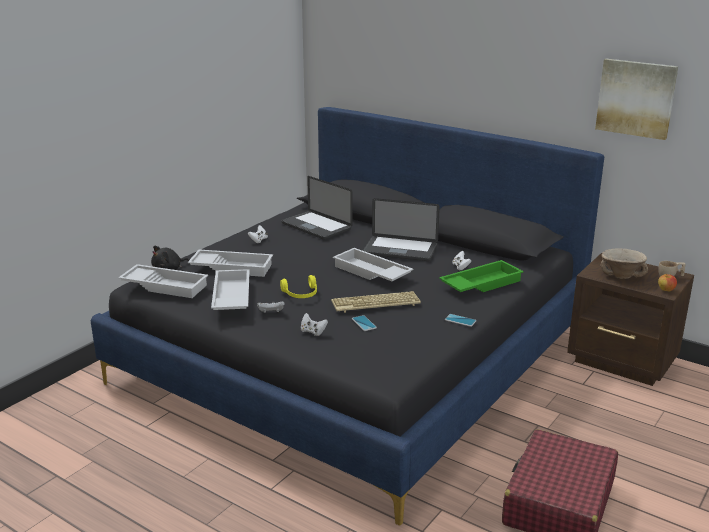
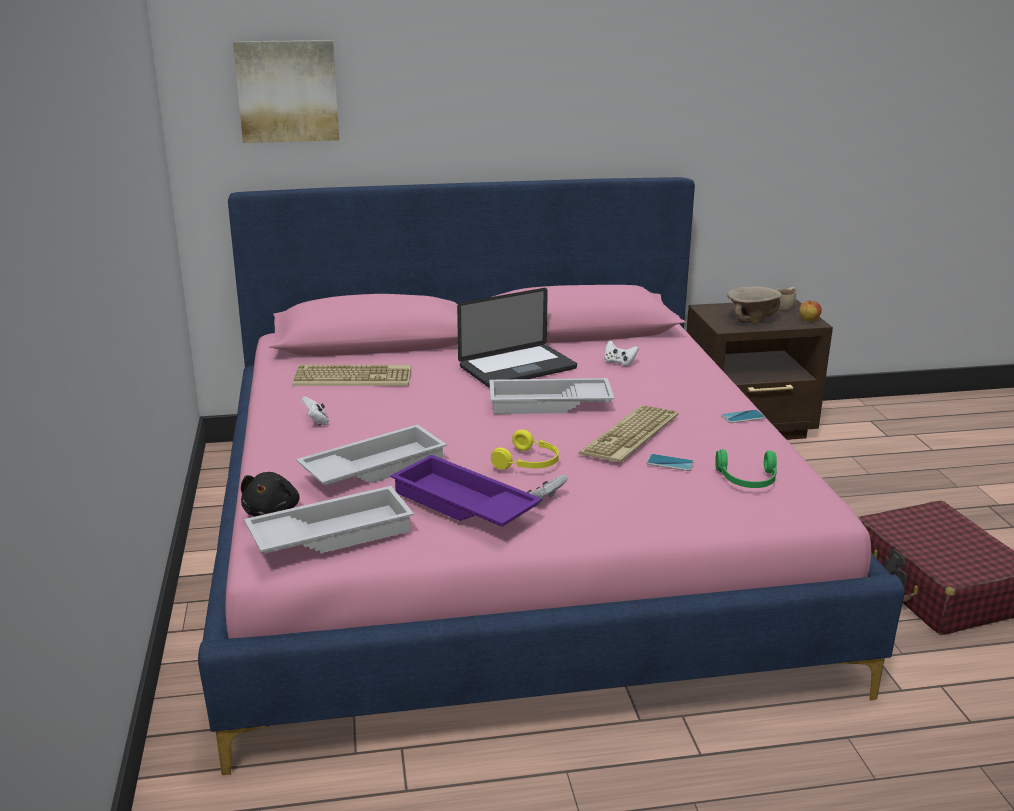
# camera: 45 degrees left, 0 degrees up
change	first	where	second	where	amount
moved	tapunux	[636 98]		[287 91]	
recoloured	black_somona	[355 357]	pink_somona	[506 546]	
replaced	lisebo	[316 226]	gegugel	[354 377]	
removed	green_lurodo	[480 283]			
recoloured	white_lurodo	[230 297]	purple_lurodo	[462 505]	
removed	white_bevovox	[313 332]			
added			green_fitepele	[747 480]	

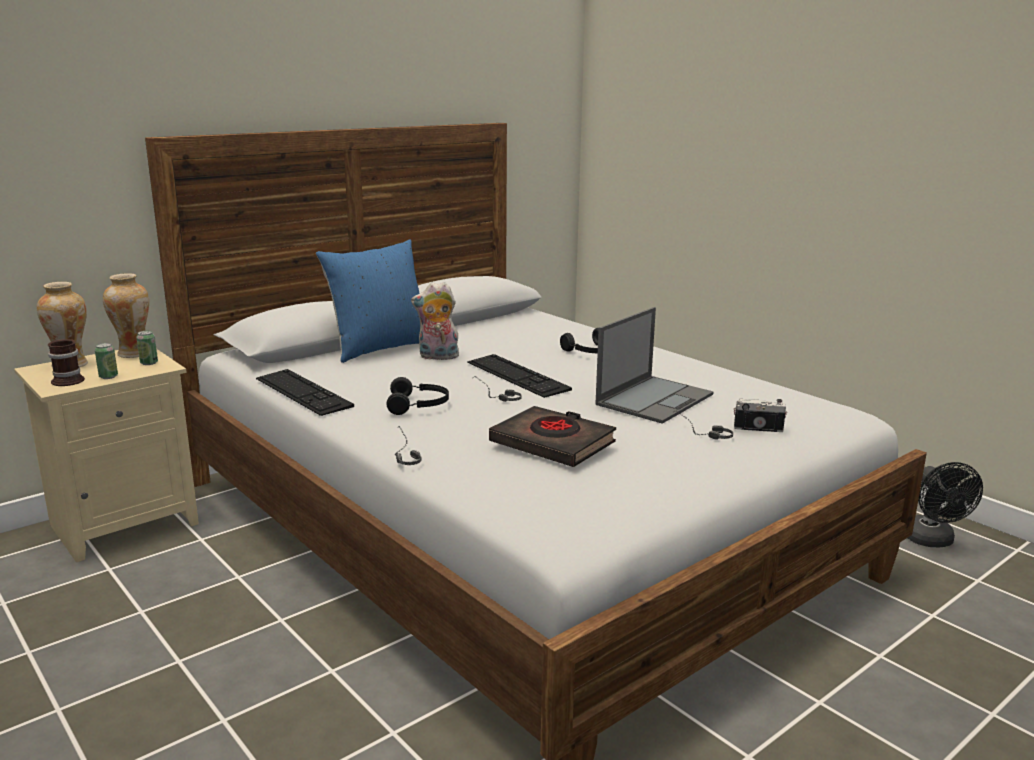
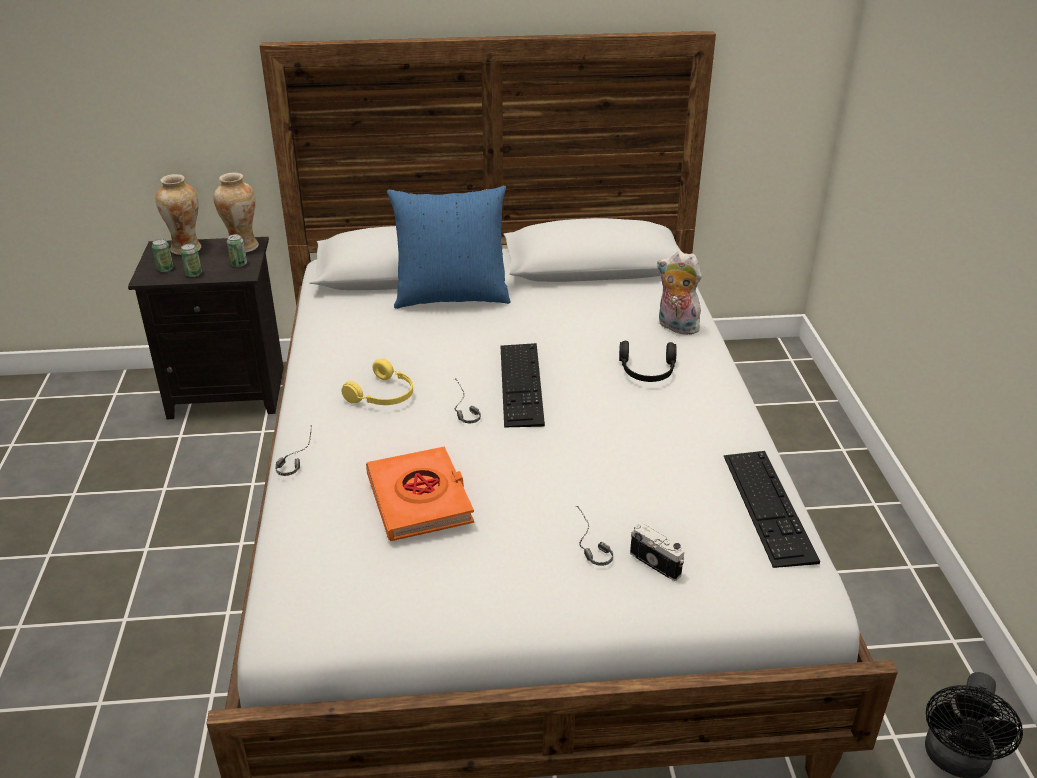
# camera: 35 degrees right, 15 degrees up
change	first	where	second	where	amount
moved	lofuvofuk	[437 357]		[675 327]	
removed	lisebo	[655 399]			
replaced	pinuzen	[68 380]	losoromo	[165 269]	
recoloured	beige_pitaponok	[126 523]	black_pitaponok	[229 391]	
moved	gegugel	[303 392]		[768 506]	
recoloured	black_fitepele	[419 405]	yellow_fitepele	[384 395]	
recoloured	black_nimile	[553 443]	orange_nimile	[420 499]	

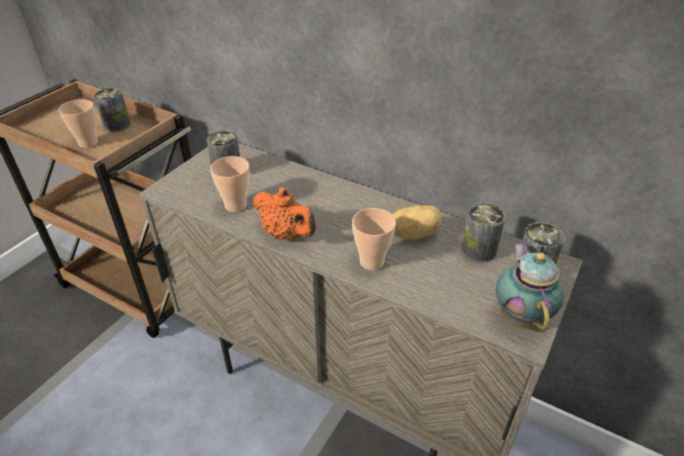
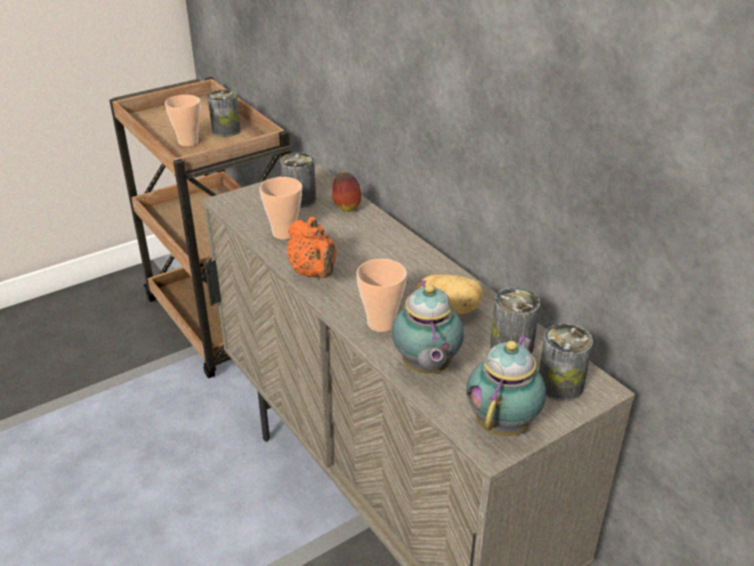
# camera: 25 degrees right, 5 degrees down
change	first	where	second	where	amount
added			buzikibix	[346 208]	
added			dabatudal	[425 368]	

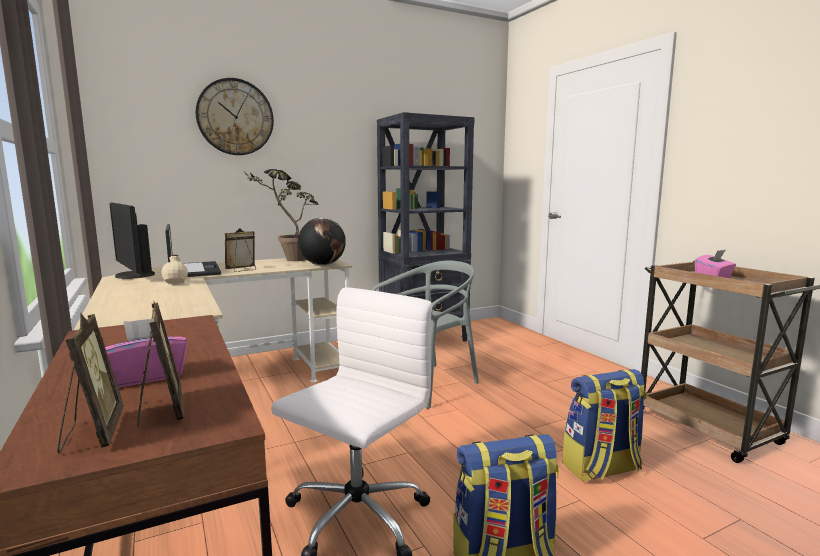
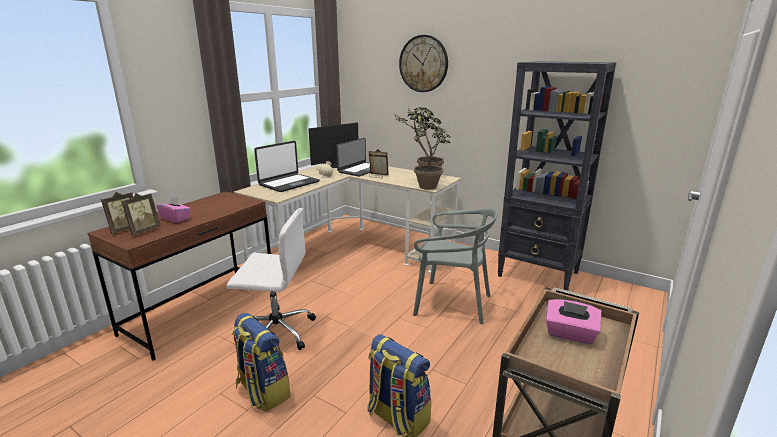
# camera: 60 degrees right, 10 degrees up
change	first	where	second	where	amount
turned	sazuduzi	[133 275]		[334 165]	150 degrees counterclockwise
replaced	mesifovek	[322 265]	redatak	[421 186]	
added			lisebo	[288 183]	

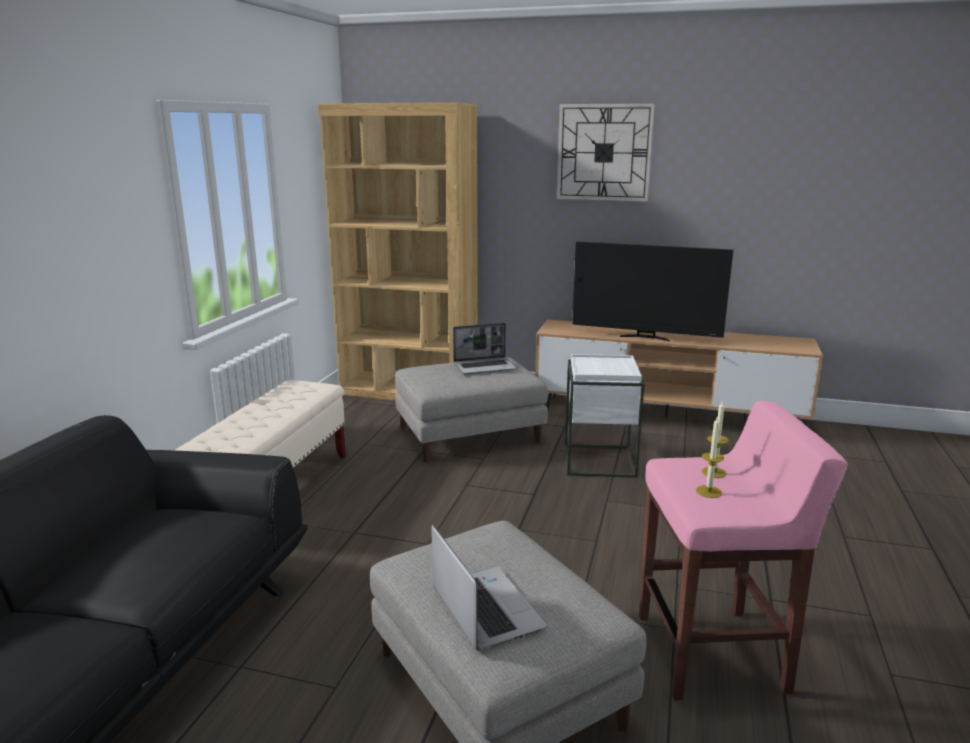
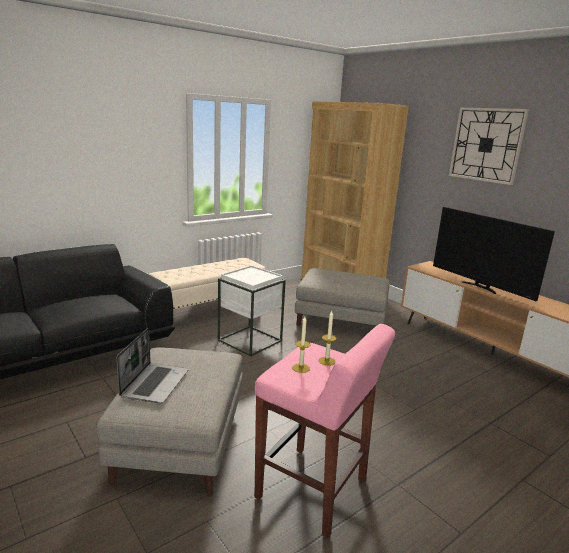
# camera: 35 degrees right, 0 degrees up
change	first	where	second	where	amount
removed	lisebo	[485 367]			
moved	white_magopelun	[599 461]		[250 340]	

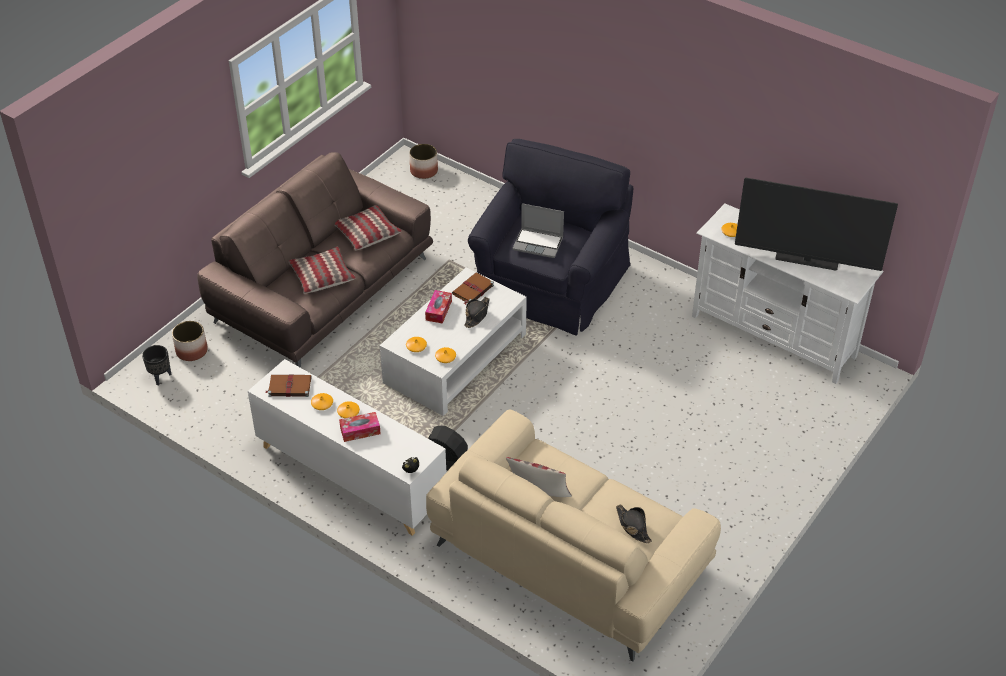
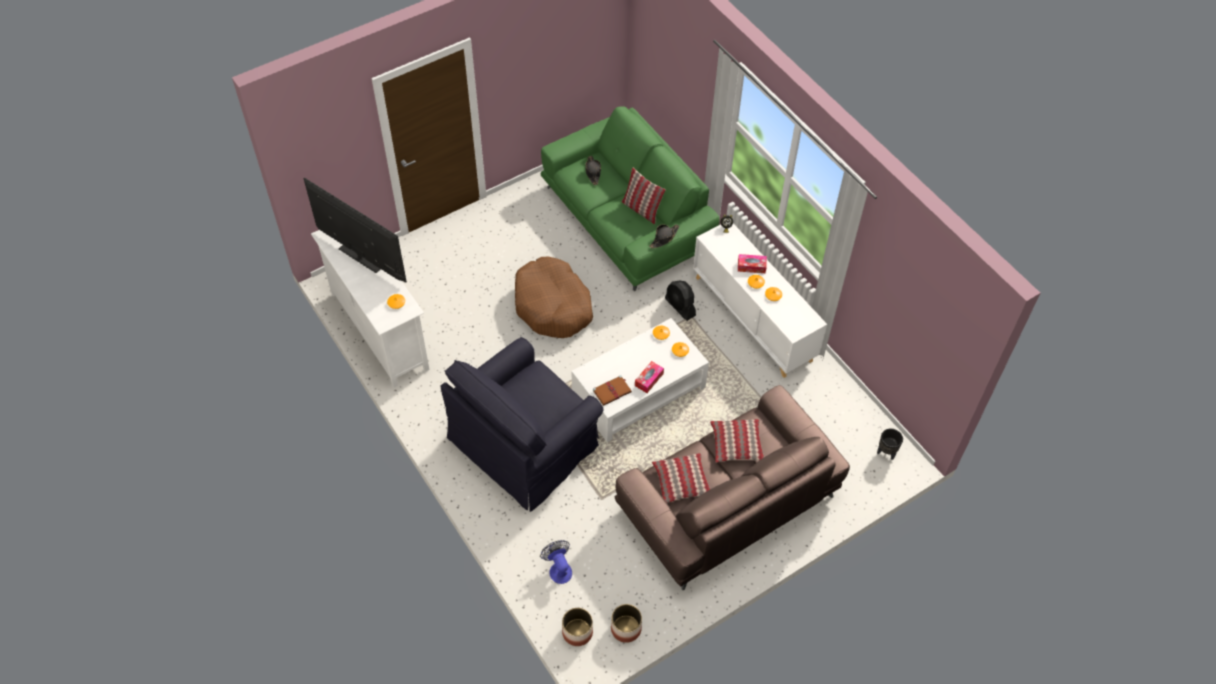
# camera: 160 degrees left, 10 degrees up
change	first	where	second	where	amount
removed	lisebo	[538 243]			
moved	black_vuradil	[477 315]		[664 238]	
moved	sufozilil	[192 351]		[626 629]	
removed	brown_nimile	[289 387]			
recoloured	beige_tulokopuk	[569 556]	green_tulokopuk	[627 219]	
added			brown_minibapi	[553 306]	
added			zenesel	[559 569]	

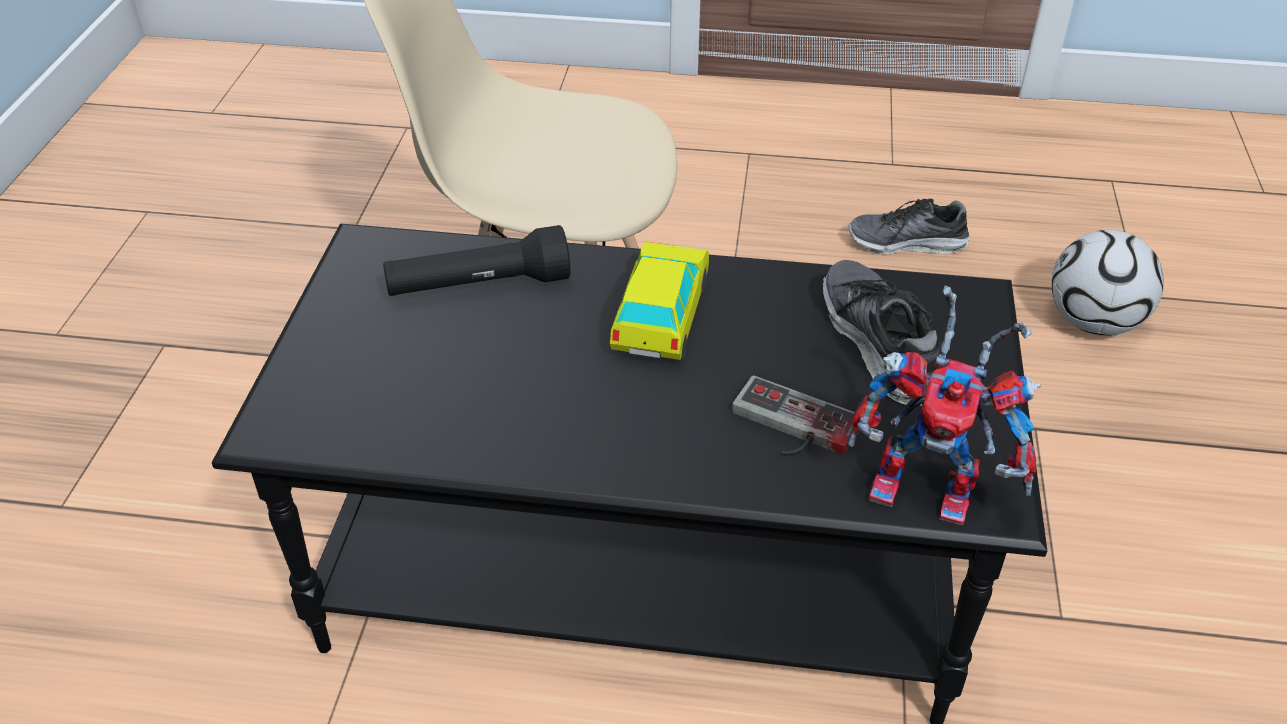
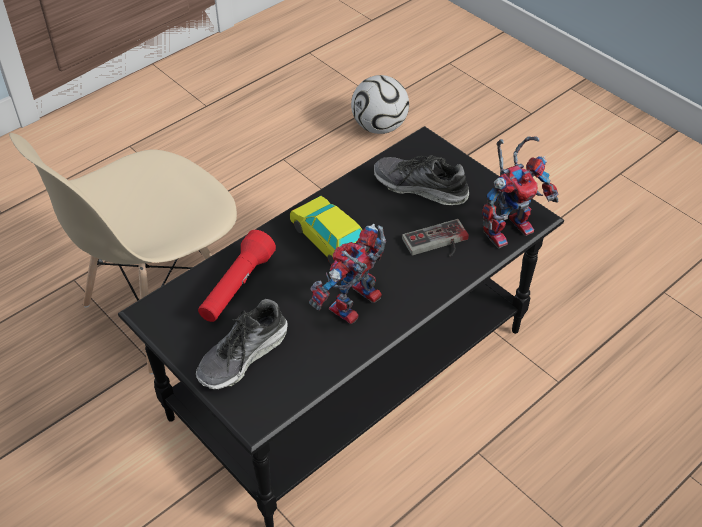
# camera: 50 degrees left, 5 degrees up
change	first	where	second	where	amount
moved	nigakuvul	[906 243]		[243 356]	
recoloured	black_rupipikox	[479 286]	red_rupipikox	[236 287]	
added			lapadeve	[355 308]	

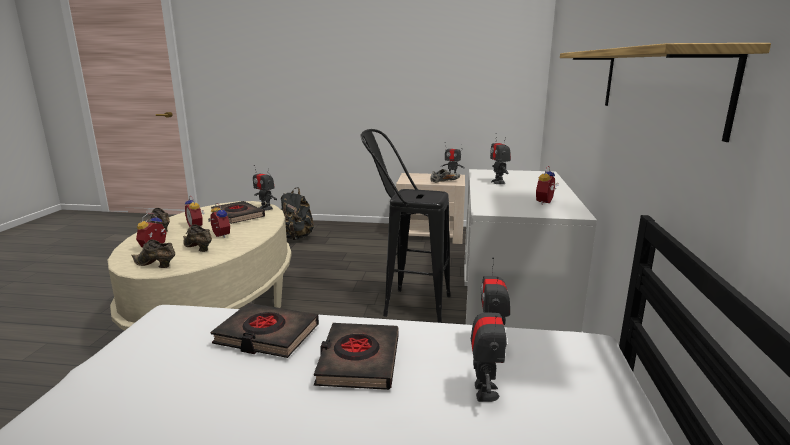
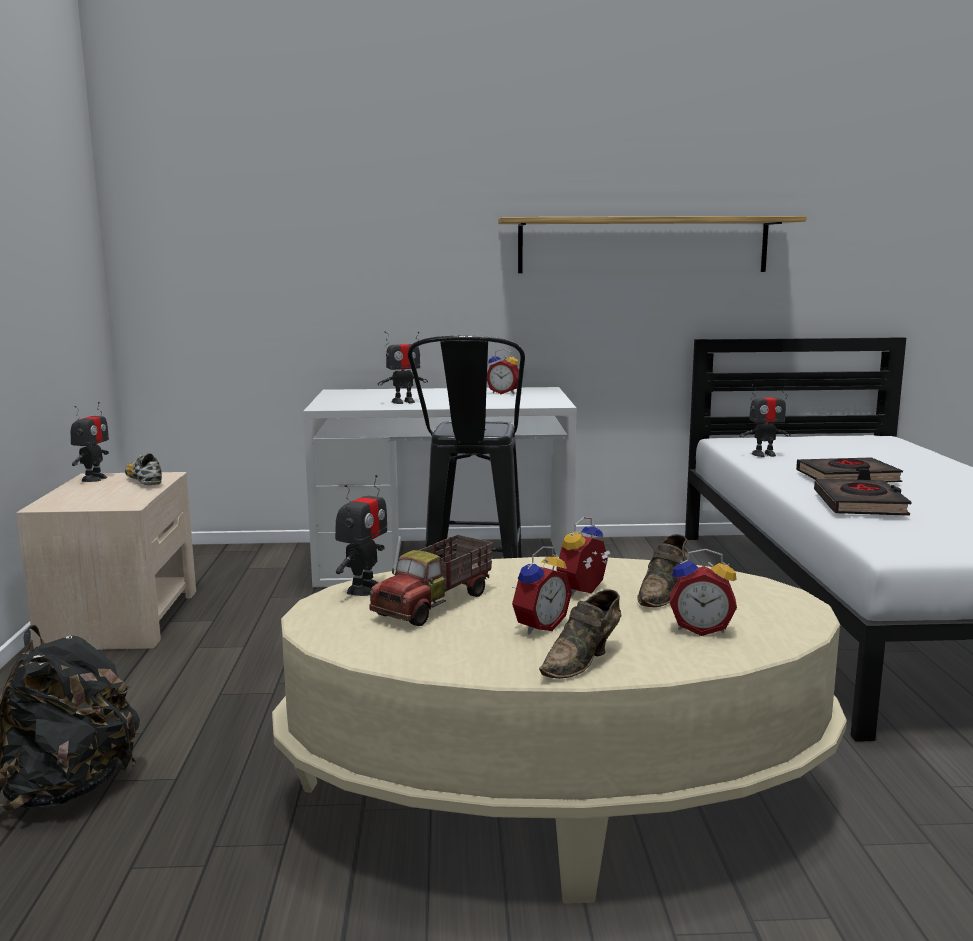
# camera: 100 degrees left, 5 degrees down
change	first	where	second	where	amount
replaced	black_nimile	[237 216]	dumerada	[436 604]	
removed	brown_nigakuvul	[155 265]			
removed	lapadeve	[484 391]			

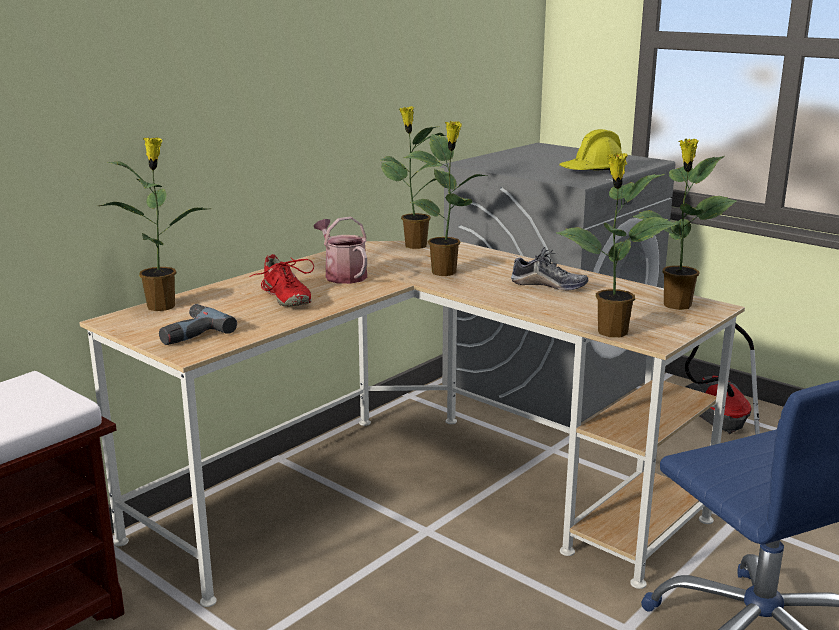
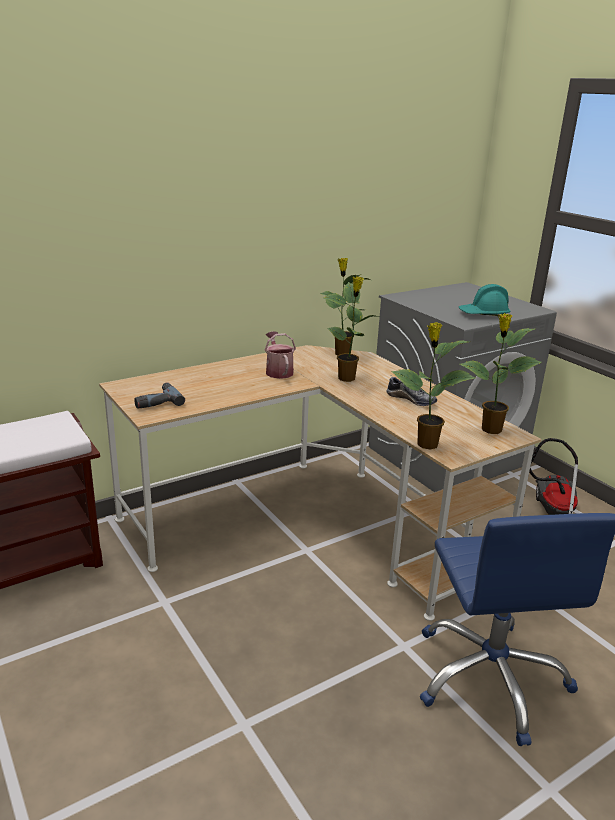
# camera: 15 degrees right, 5 degrees up
change	first	where	second	where	amount
recoloured	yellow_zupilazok	[592 171]	turquoise_zupilazok	[483 314]	
removed	redatak	[162 305]			
removed	red_nigakuvul	[285 298]			

